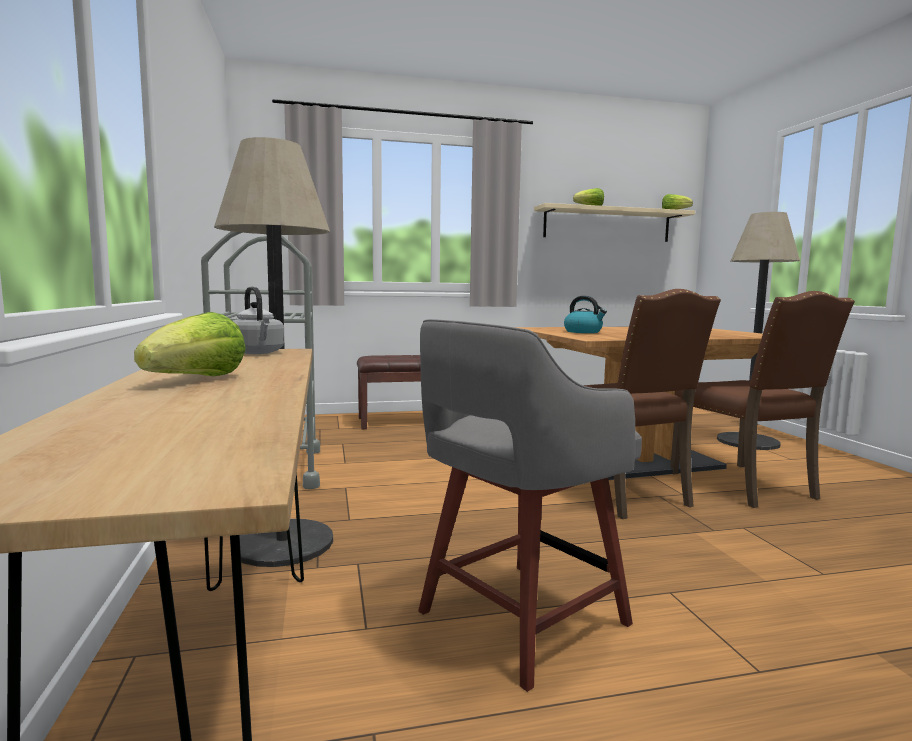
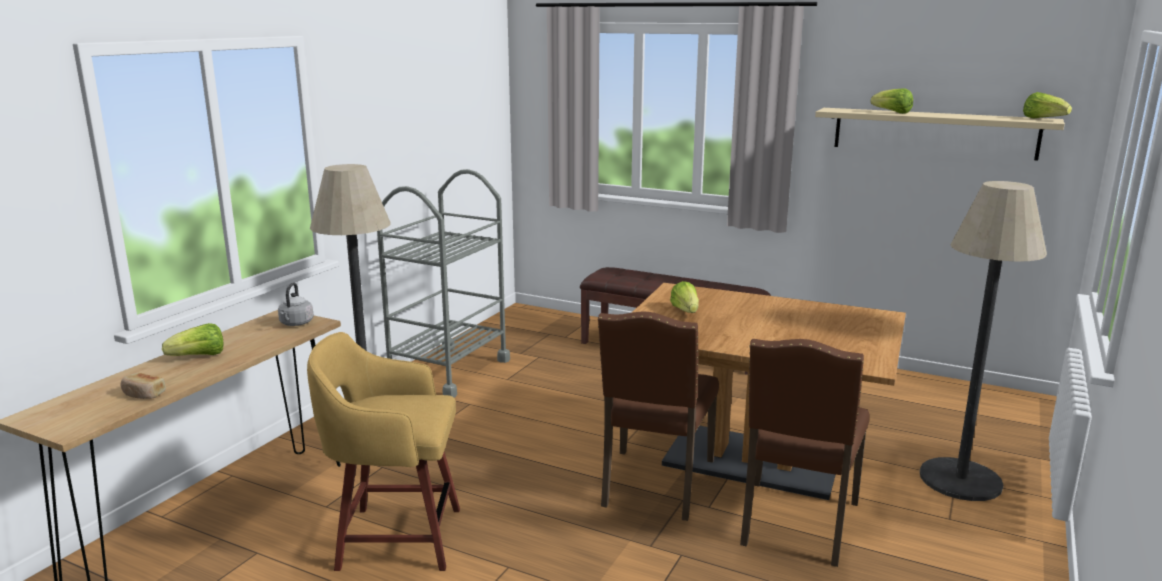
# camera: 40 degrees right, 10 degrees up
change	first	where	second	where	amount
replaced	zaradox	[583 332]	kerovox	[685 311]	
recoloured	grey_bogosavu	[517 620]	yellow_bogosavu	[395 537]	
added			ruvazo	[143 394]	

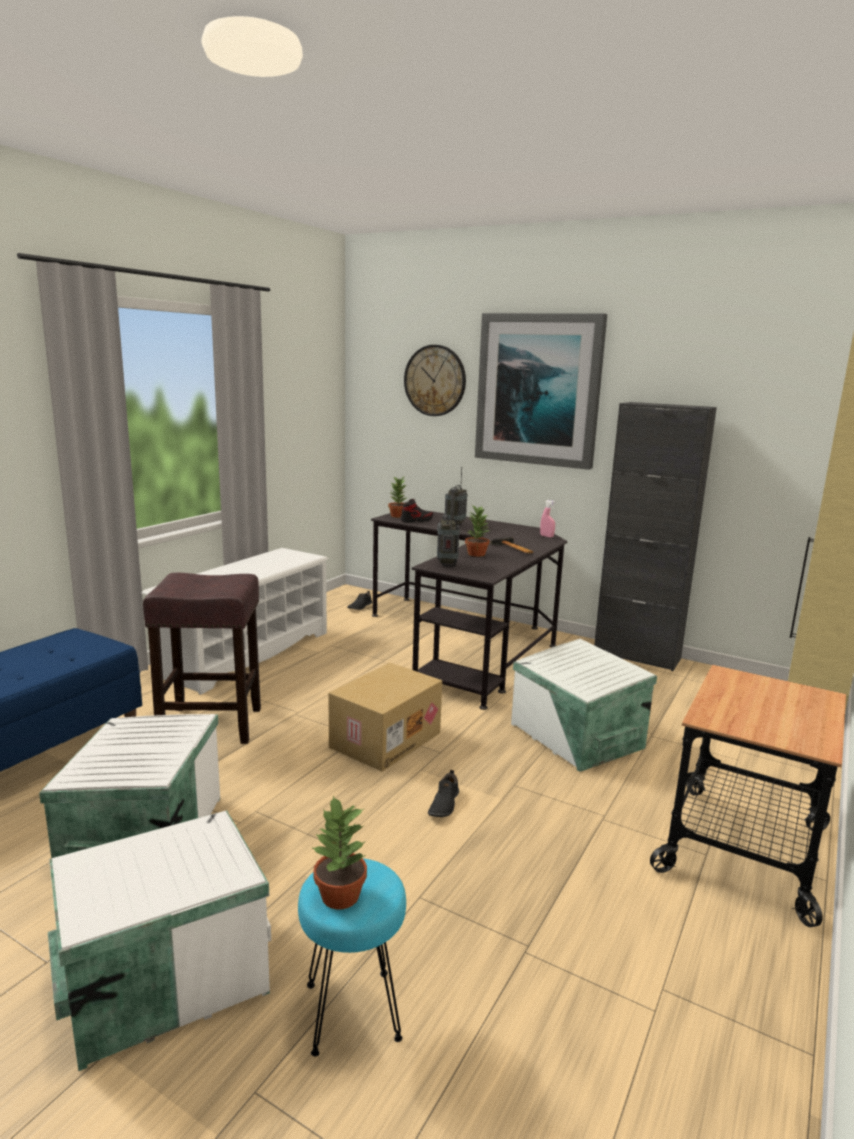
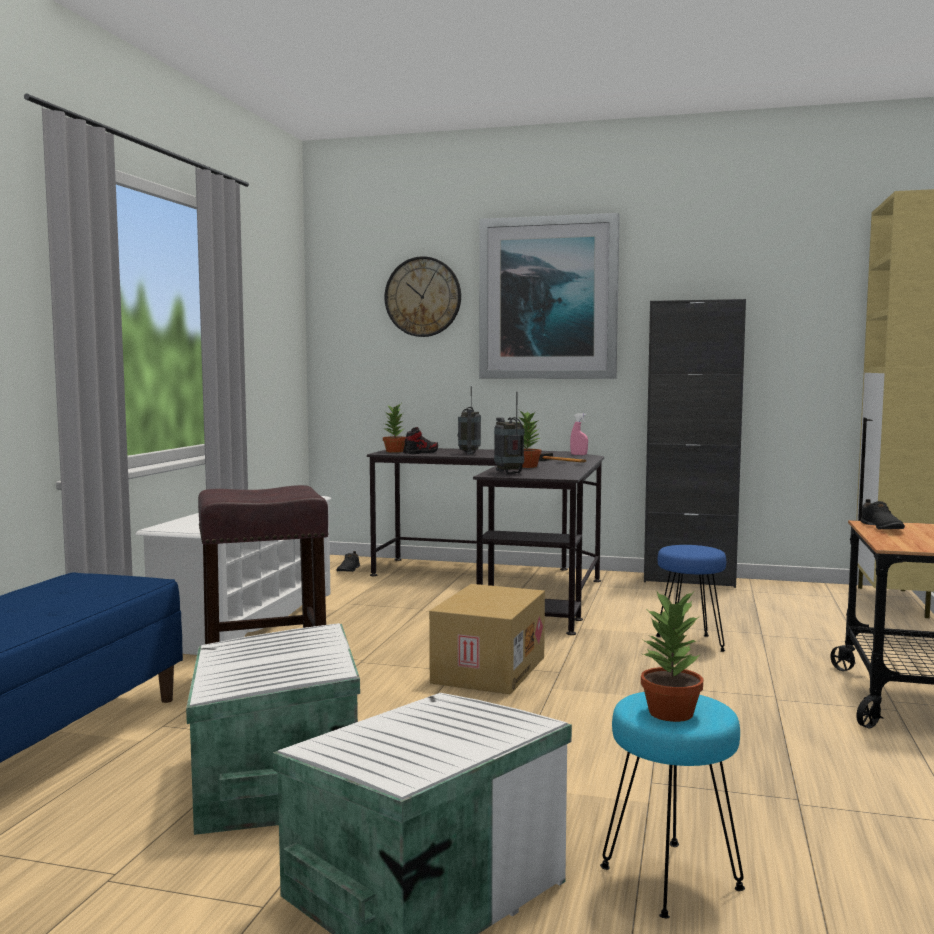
# camera: 15 degrees left, 10 degrees down
change	first	where	second	where	amount
replaced	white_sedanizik	[576 737]	blue_bogosavu	[689 644]	
moved	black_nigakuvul	[443 804]		[881 527]	

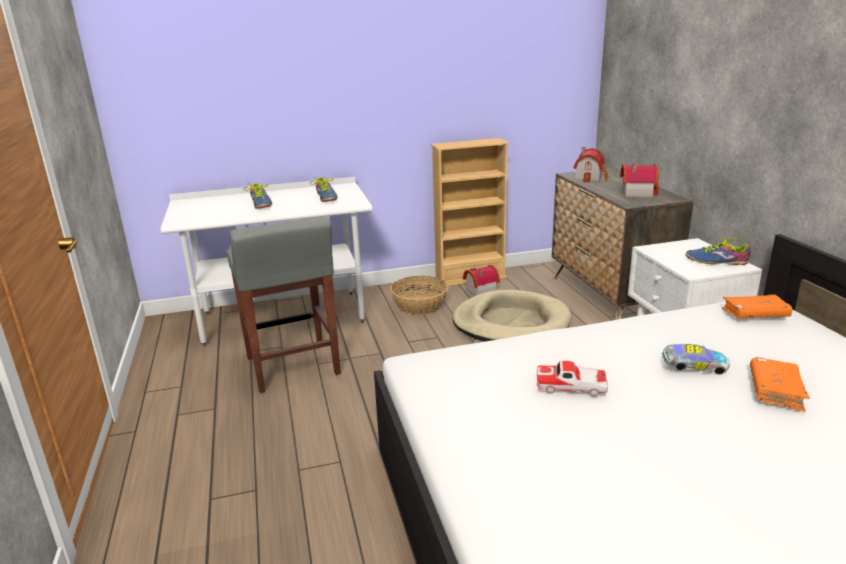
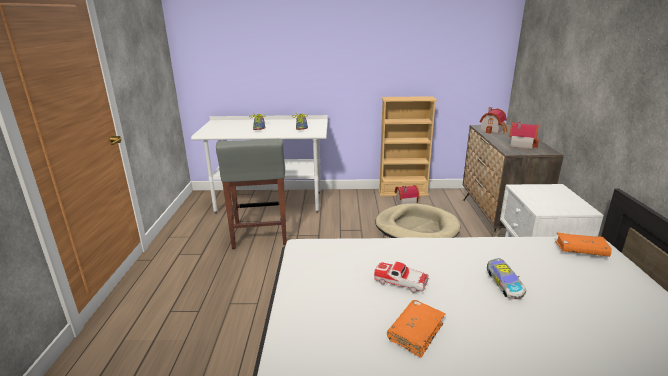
# camera: 15 degrees right, 0 degrees up
change	first	where	second	where	amount
removed	nigakuvul	[716 261]			
removed	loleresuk	[419 306]			
turned	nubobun	[693 368]		[503 285]	60 degrees clockwise
moved	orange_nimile	[775 391]		[415 332]	

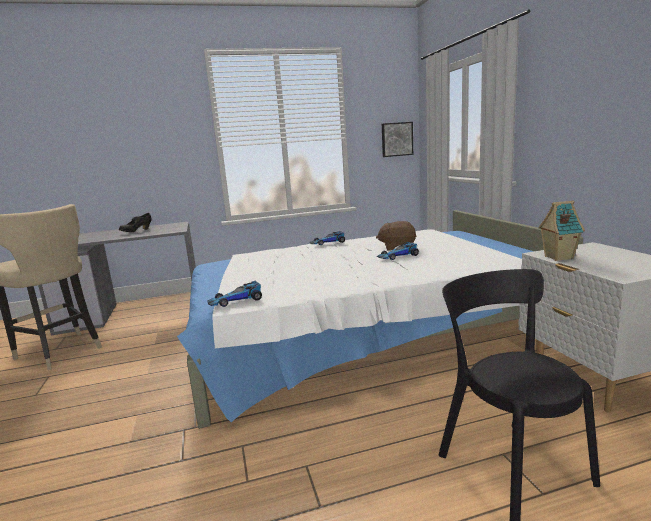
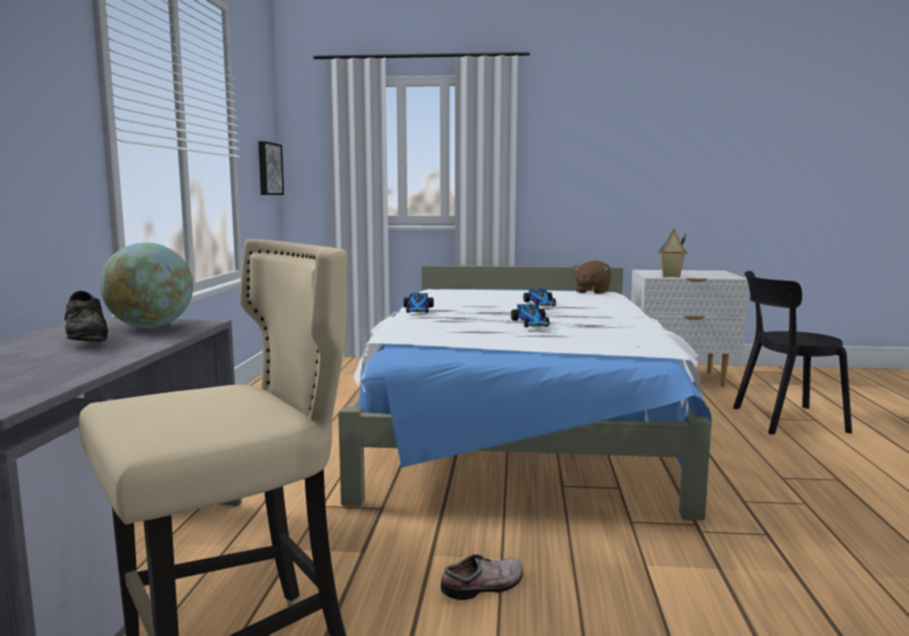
# camera: 70 degrees left, 5 degrees down
change	first	where	second	where	amount
moved	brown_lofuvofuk	[397 247]		[592 291]	
moved	nubobun	[237 300]		[532 323]	
added			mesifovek	[150 327]	
added			nigakuvul	[485 587]	

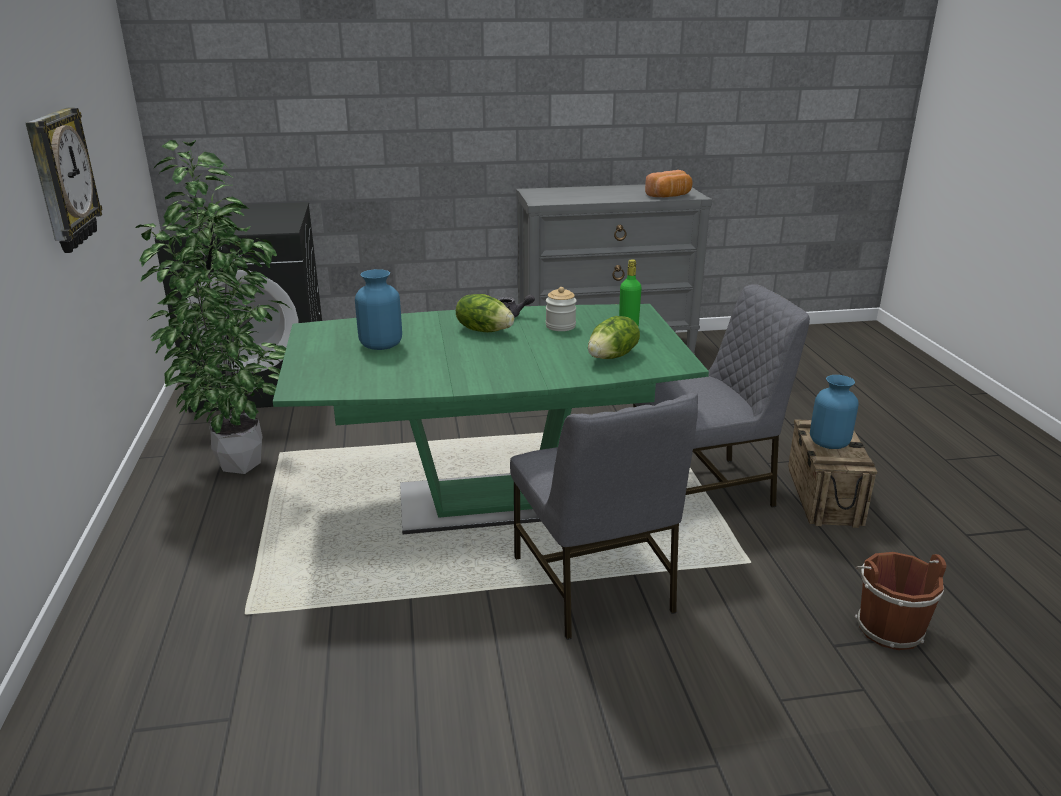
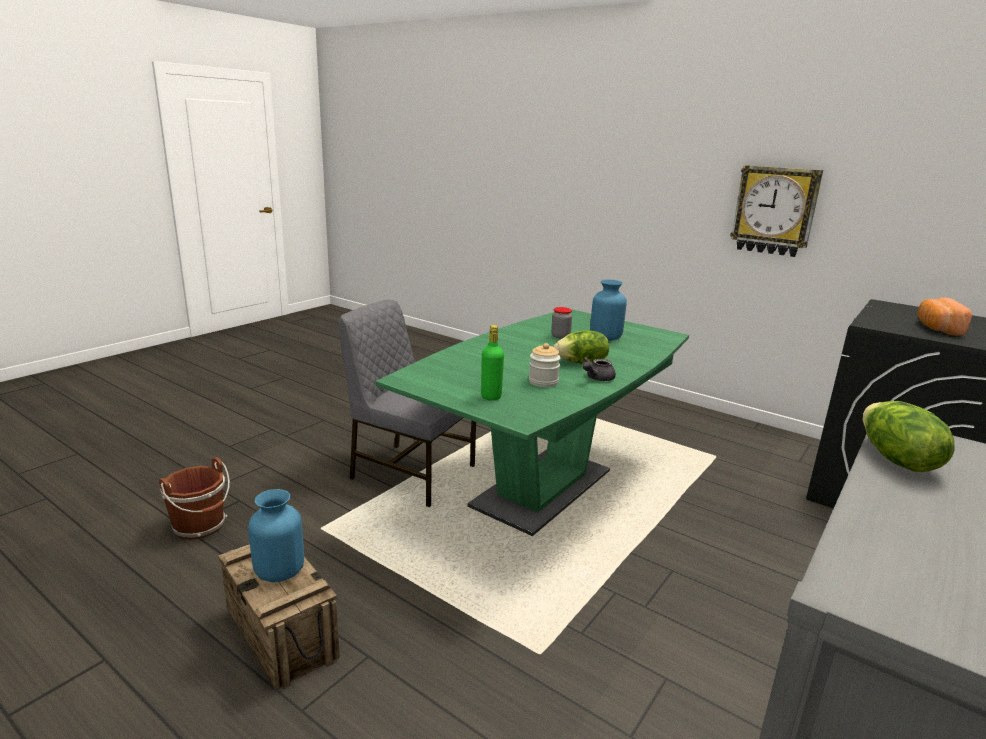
# camera: 135 degrees right, 5 degrees down
change	first	where	second	where	amount
removed	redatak	[245 462]			
moved	ruvazo	[670 196]		[937 328]	
removed	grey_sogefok	[704 489]			
moved	kerovox	[613 356]		[895 459]	
added			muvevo	[560 336]	

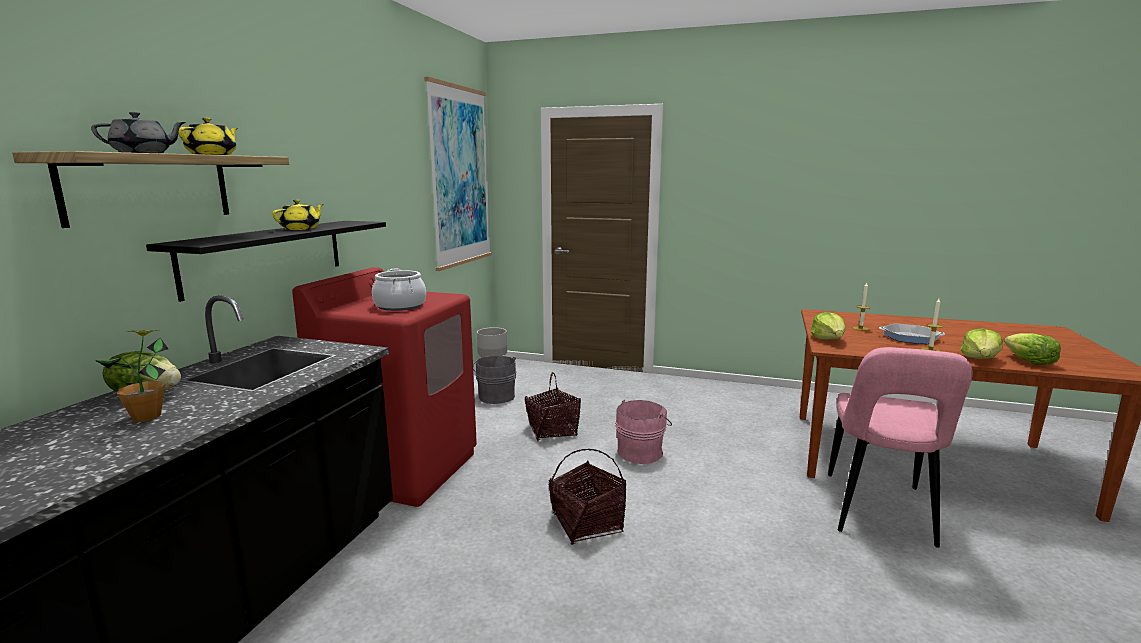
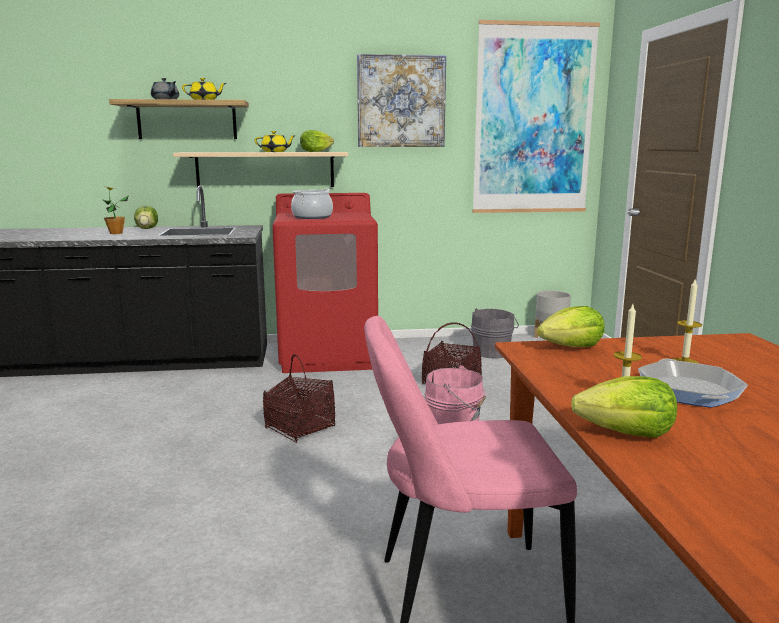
# camera: 65 degrees right, 0 degrees up
change	first	where	second	where	amount
recoloured	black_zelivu	[267 255]	beige_zelivu	[265 169]	
moved	kerovox	[1029 361]		[315 151]	
added			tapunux	[401 101]	

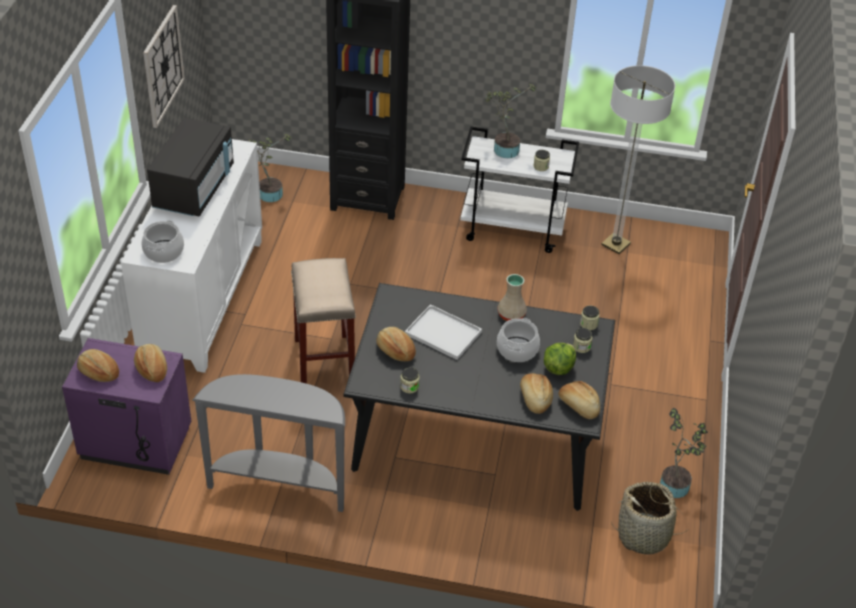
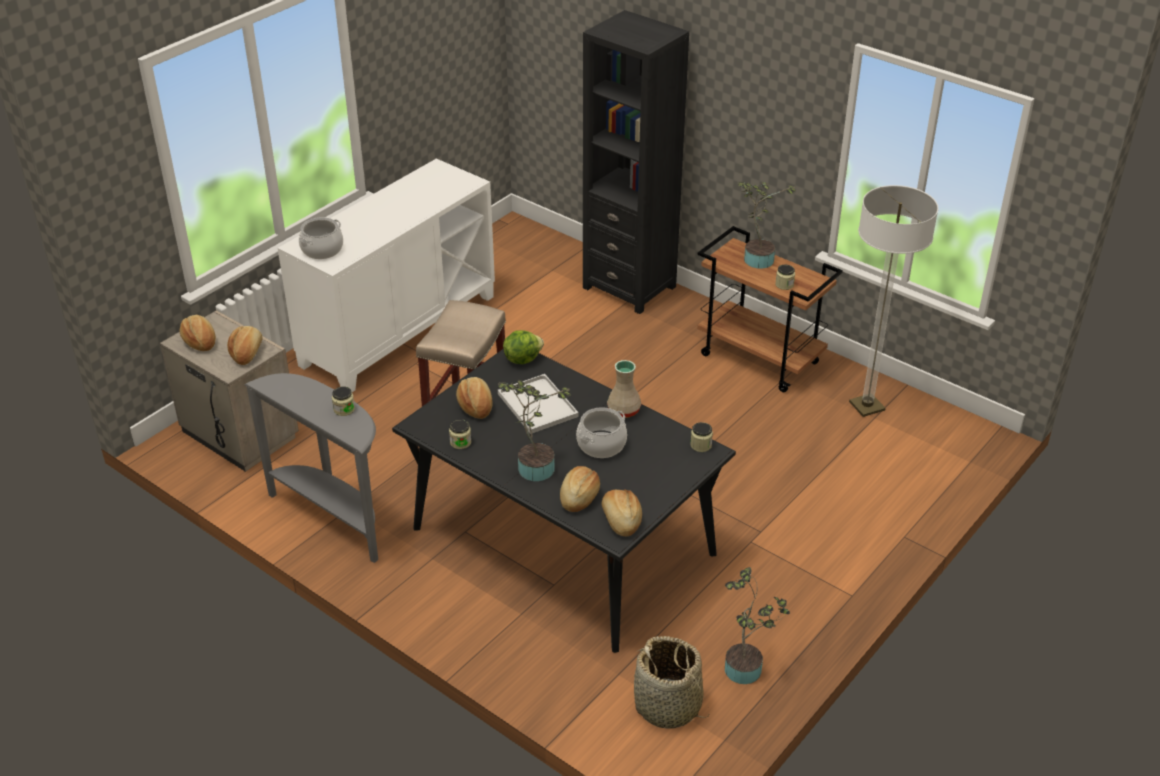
# camera: 30 degrees right, 5 degrees down
change	first	where	second	where	amount
removed	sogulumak	[163 66]			
removed	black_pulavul	[194 188]			
recoloured	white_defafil	[513 229]	brown_defafil	[760 359]	
moved	redatak	[268 193]		[534 466]	
moved	muvevo	[581 347]		[344 409]	
recoloured	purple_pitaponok	[135 443]	beige_pitaponok	[238 434]	
moved	kerovox	[558 367]		[522 359]	

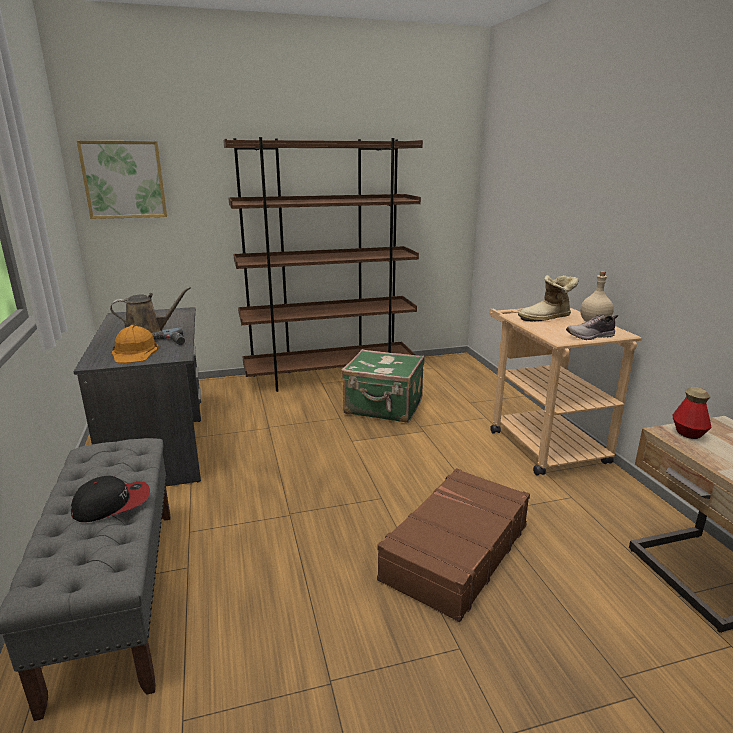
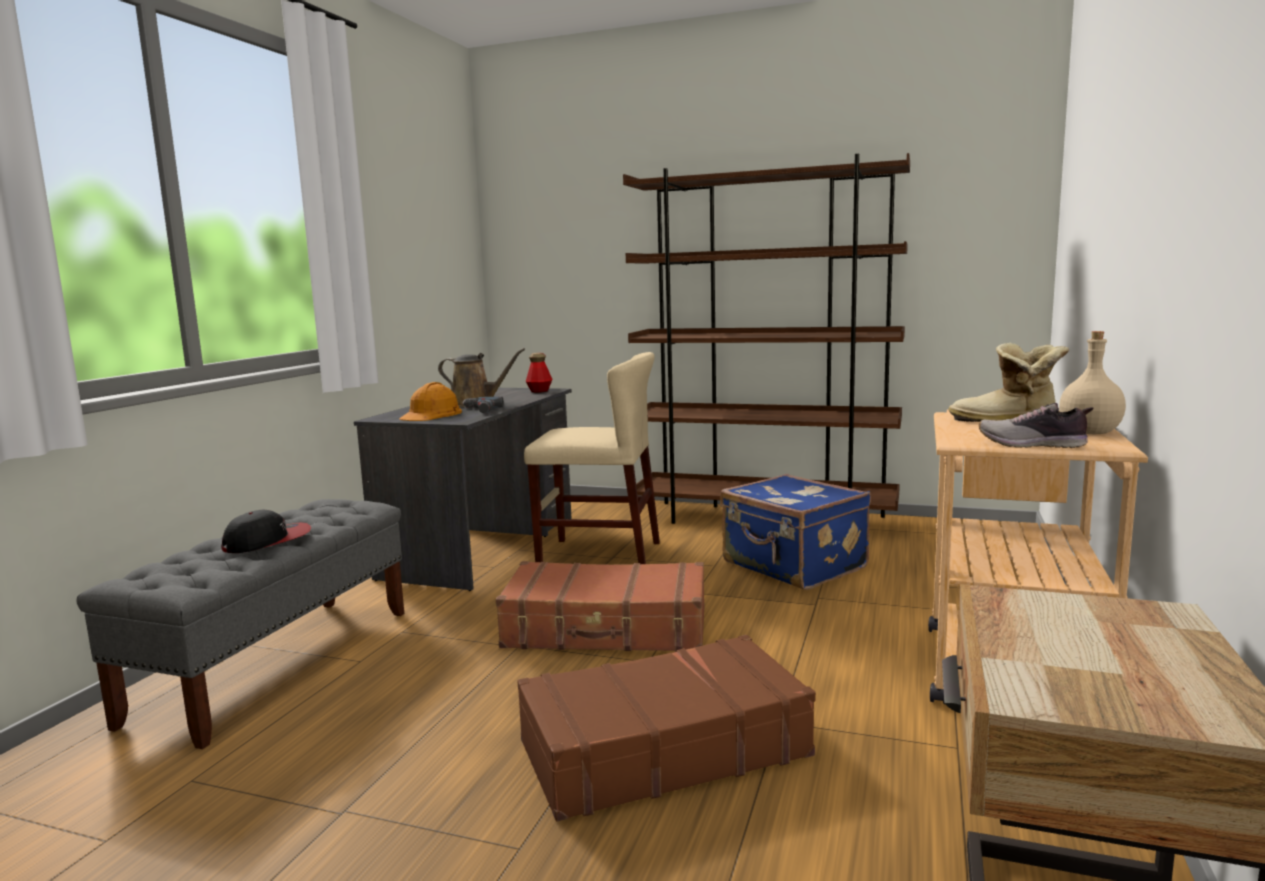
# camera: 35 degrees right, 10 degrees down
change	first	where	second	where	amount
removed	tapunux	[124 180]			
recoloured	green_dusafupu	[384 407]	blue_dusafupu	[793 566]	
moved	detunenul	[688 433]		[539 391]	
turned	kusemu	[112 504]		[268 541]	45 degrees counterclockwise
added			beige_sogefok	[599 556]	
added			brown_dusafupu	[607 629]	

